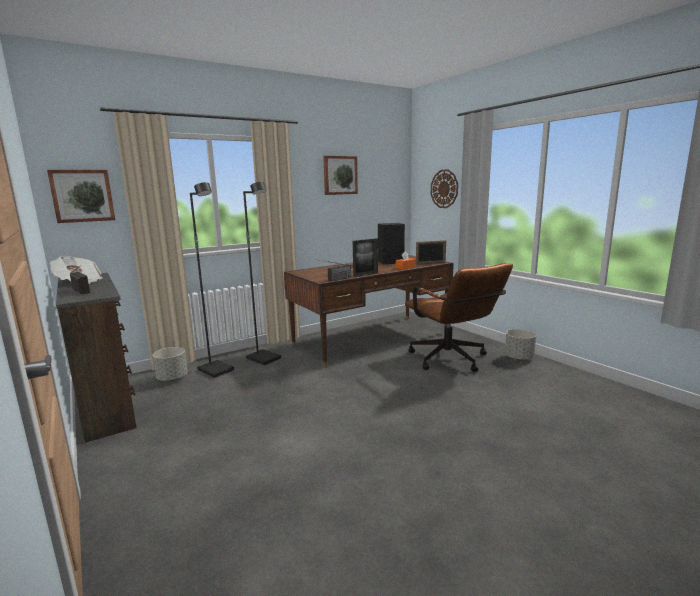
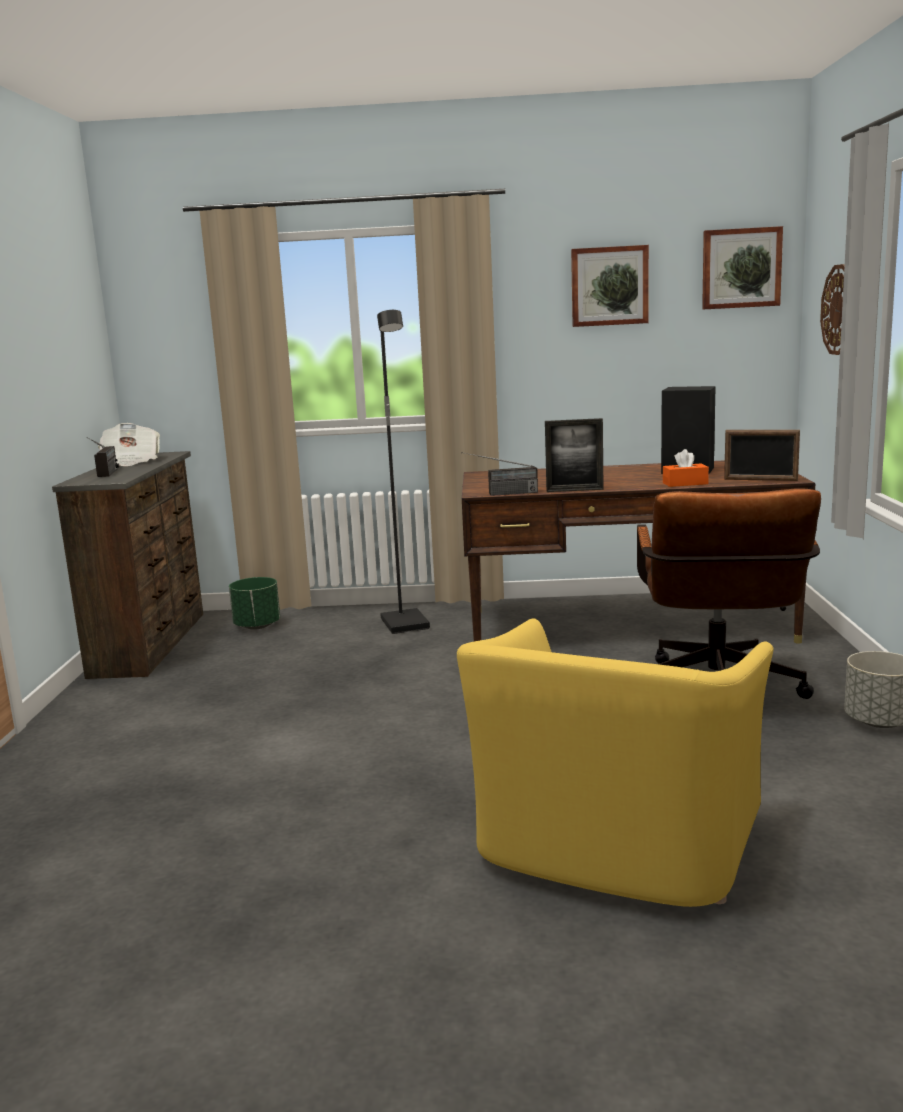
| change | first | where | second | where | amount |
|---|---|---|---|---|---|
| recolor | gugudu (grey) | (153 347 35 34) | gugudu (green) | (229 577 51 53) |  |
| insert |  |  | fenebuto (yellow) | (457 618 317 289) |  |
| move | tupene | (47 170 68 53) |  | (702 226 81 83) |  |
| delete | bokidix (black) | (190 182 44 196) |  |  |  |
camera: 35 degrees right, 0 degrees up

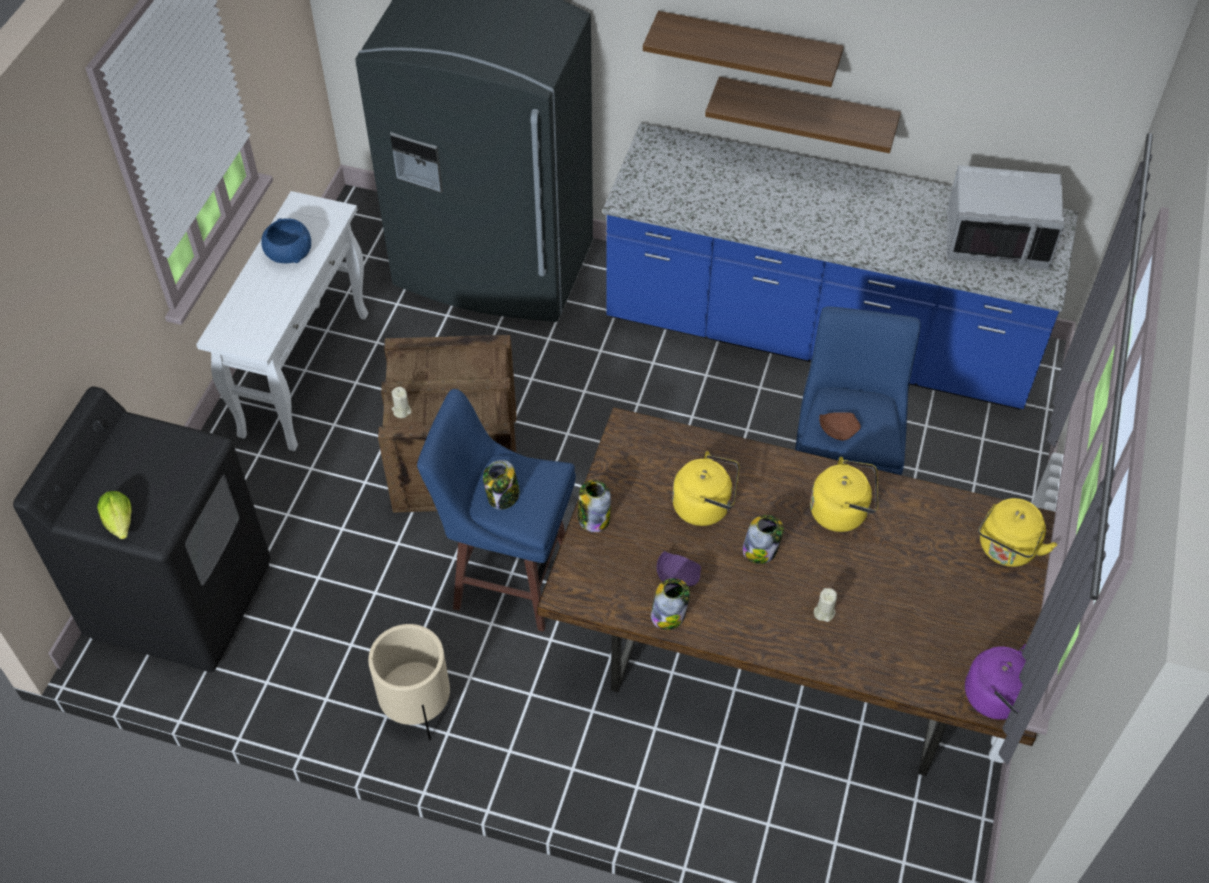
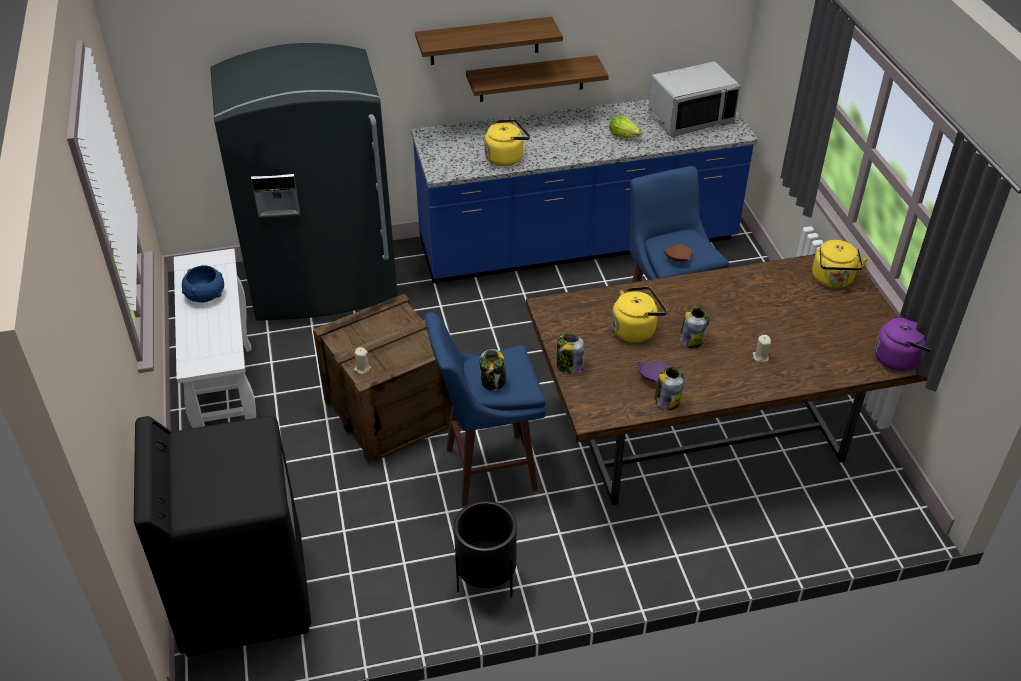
| change | first | where | second | where | amount |
|---|---|---|---|---|---|
| recolor | gugudu (beige) | (368 624 82 116) | gugudu (black) | (454 501 63 96) |  |
| move | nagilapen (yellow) | (810 457 68 75) |  | (484 119 46 47) |  |
| move | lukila | (97 491 35 48) |  | (609 115 32 23) |  |
camera: 30 degrees left, 10 degrees down

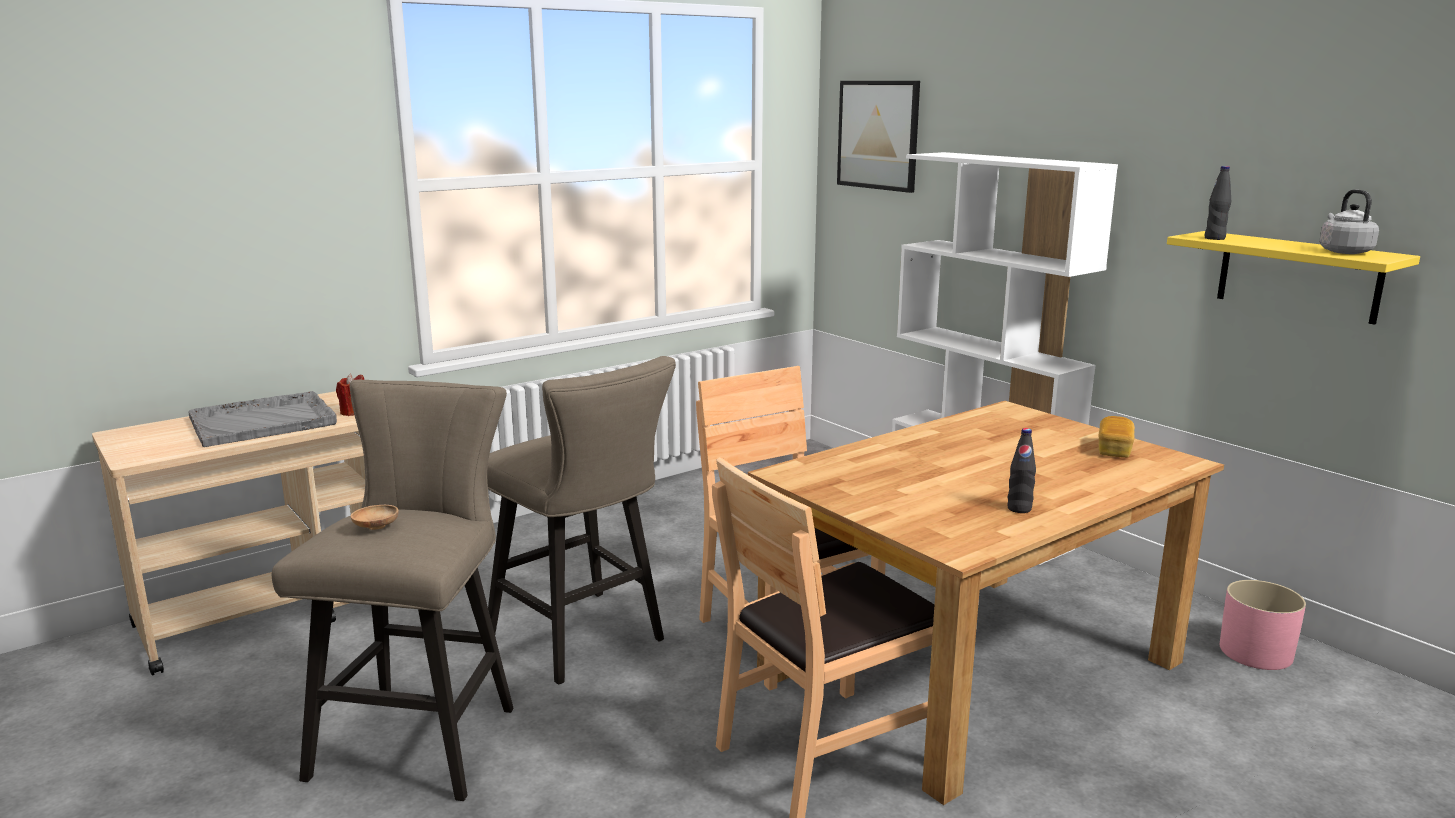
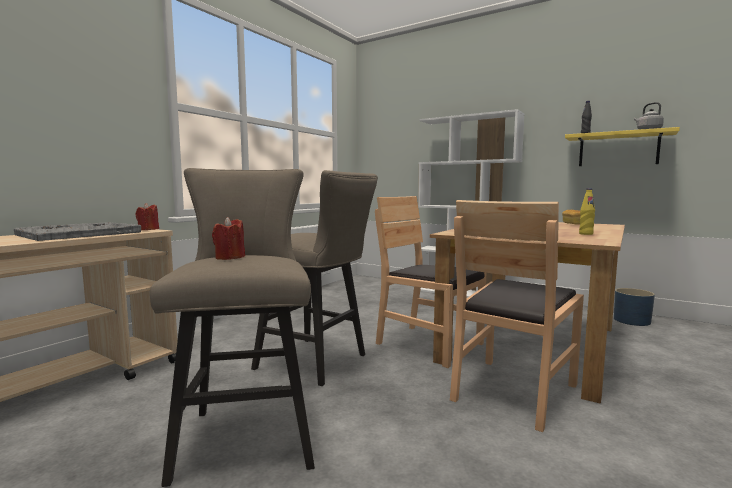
| change | first | where | second | where | amount |
|---|---|---|---|---|---|
| replace | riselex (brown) | (350 505 48 25) | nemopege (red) | (212 217 33 43) |  |
| recolor | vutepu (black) | (1007 428 29 85) | vutepu (yellow) | (579 188 16 47) |  |
| recolor | gugudu (pink) | (1220 580 86 90) | gugudu (blue) | (614 288 41 38) |  |
| delete | tupene | (837 81 83 112) |  |  |  |
camera: 20 degrees left, 10 degrees down

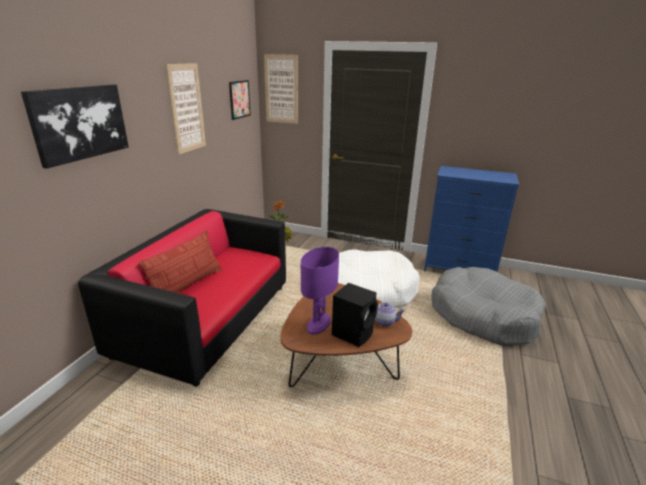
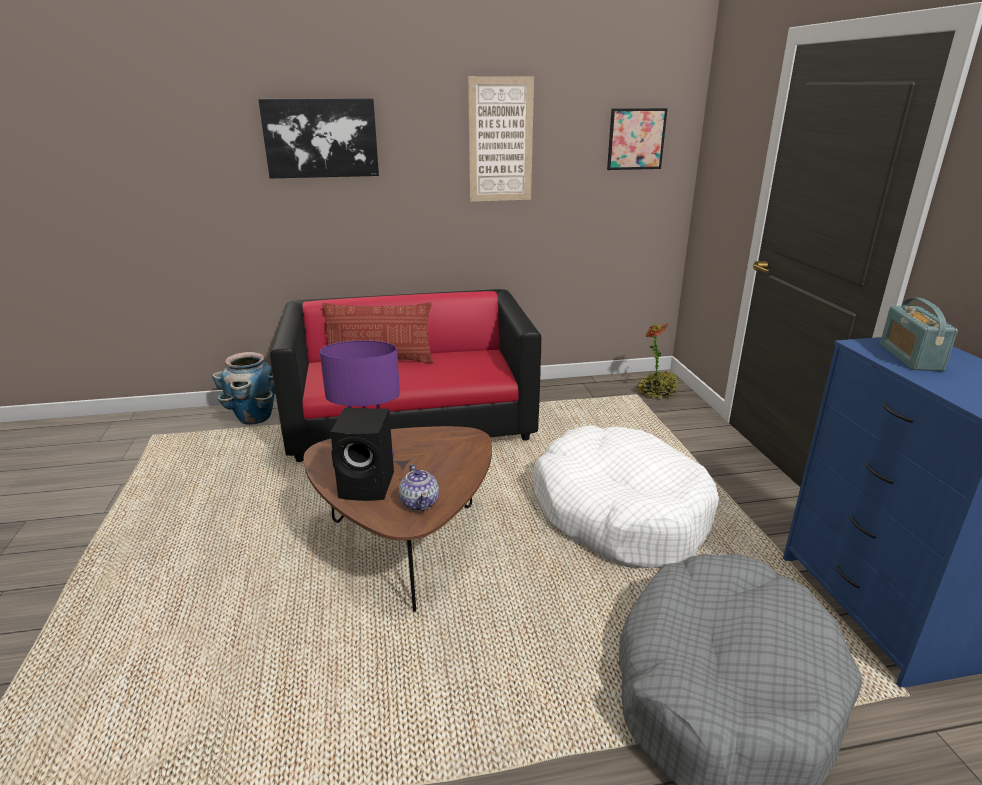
| change | first | where | second | where | amount |
|---|---|---|---|---|---|
| insert |  |  | gugudu | (212 352 64 73) |  |
| insert |  |  | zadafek | (880 298 78 73) |  |
| delete | tupene | (264 54 34 70) |  |  |  |
camera: 60 degrees right, 0 degrees up

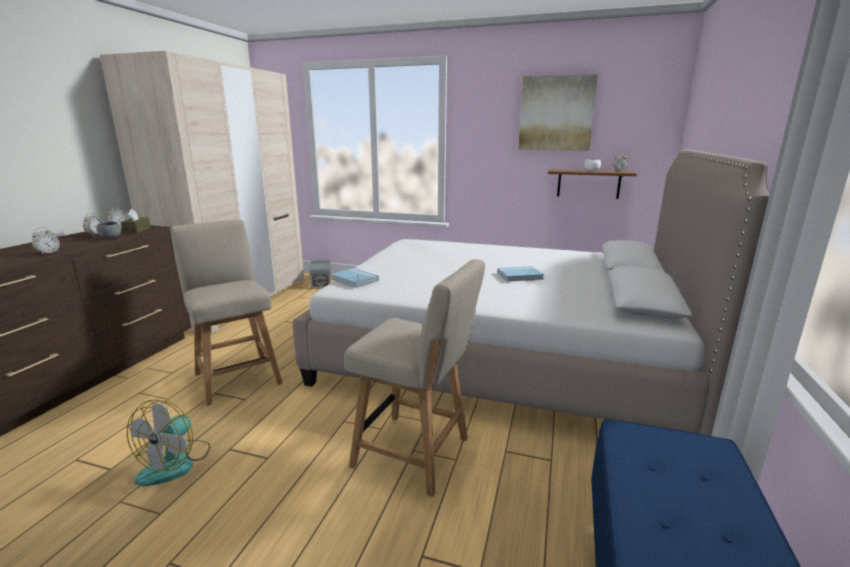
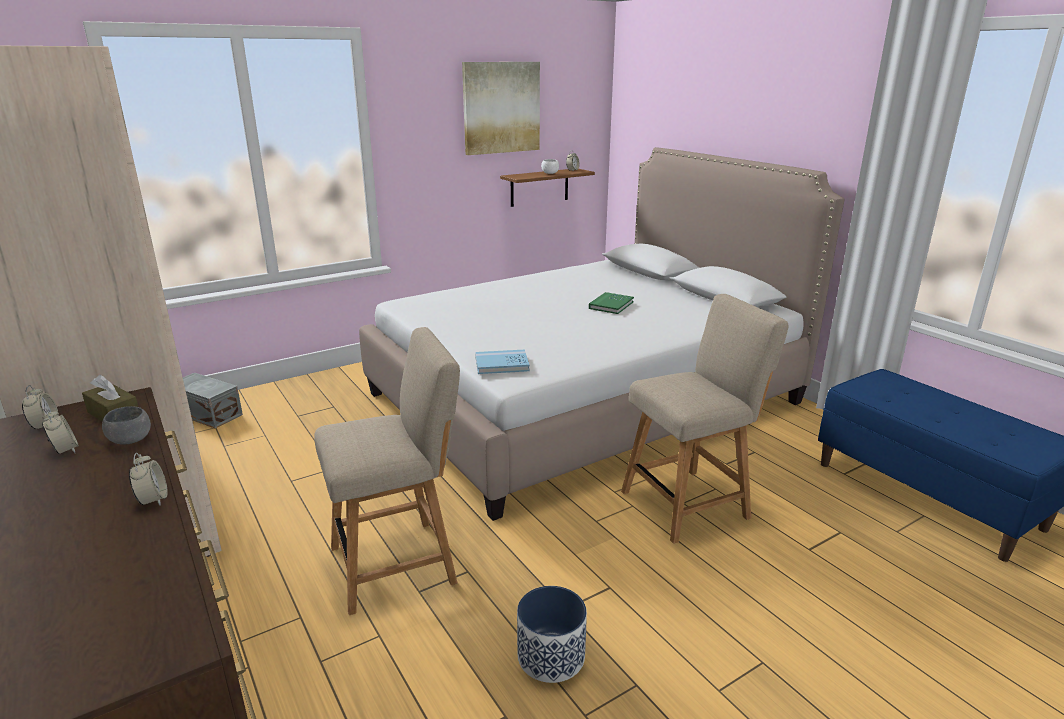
| change | first | where | second | where | amount |
|---|---|---|---|---|---|
| rotate | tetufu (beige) | (170 220 113 186) |  | (314 327 146 288) | 150 degrees clockwise |
| replace | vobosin | (127 400 83 86) | gugudu | (517 586 70 97) |  |
| recolor | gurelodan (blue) | (498 266 46 16) | gurelodan (green) | (589 292 45 22) |  |
camera: 50 degrees left, 5 degrees up

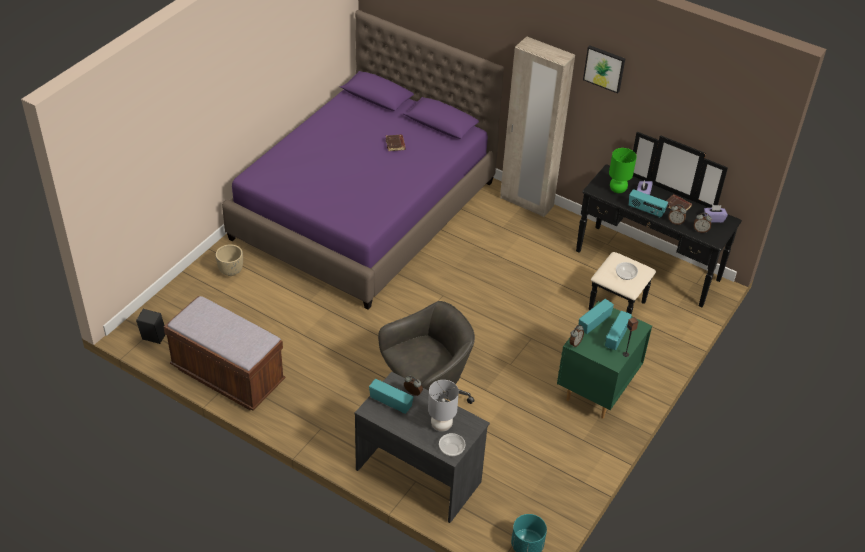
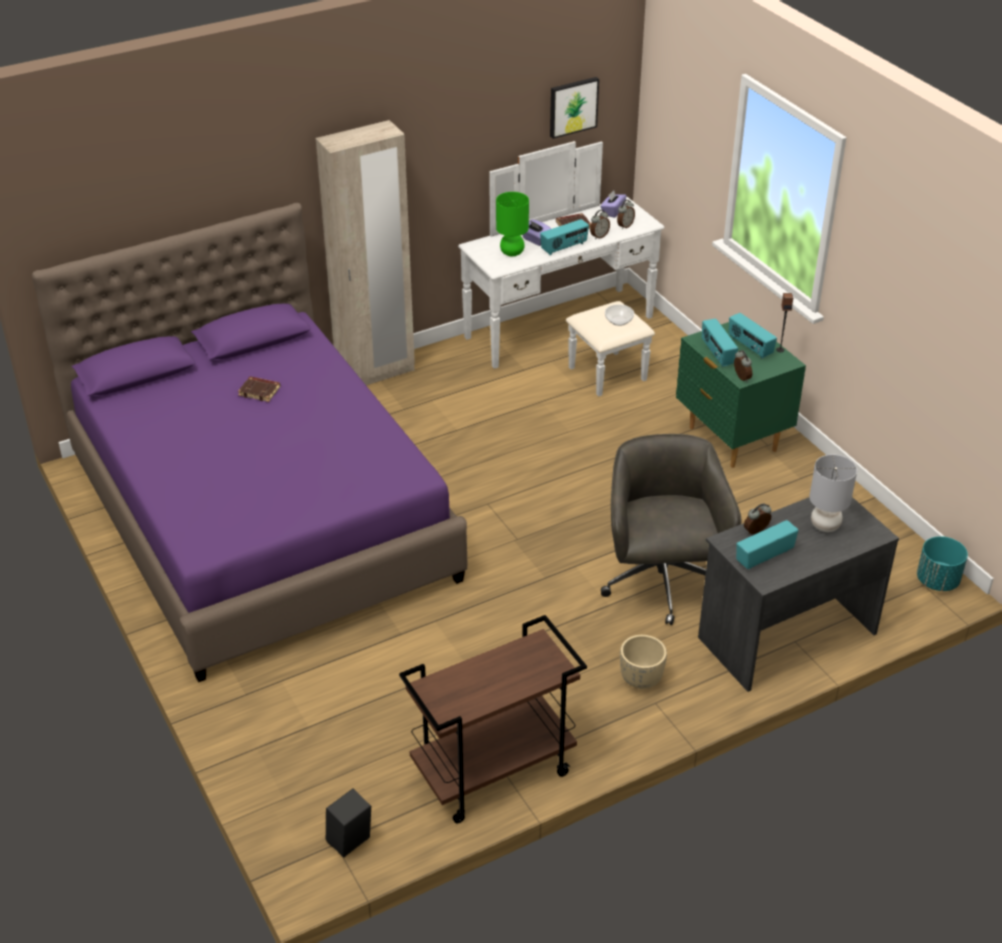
| change | first | where | second | where | amount |
|---|---|---|---|---|---|
| replace | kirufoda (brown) | (163 296 122 114) | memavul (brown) | (399 615 188 209) |  |
| recolor | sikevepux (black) | (576 132 166 182) | sikevepux (white) | (458 141 206 256) |  |
| move | tupene | (583 46 42 47) |  | (550 77 49 62) |  |
| move | gugudu (beige) | (216 244 27 32) |  | (620 635 47 54) |  |
| delete | riselex | (439 433 26 23) |  |  |  |
camera: 60 degrees left, 5 degrees down

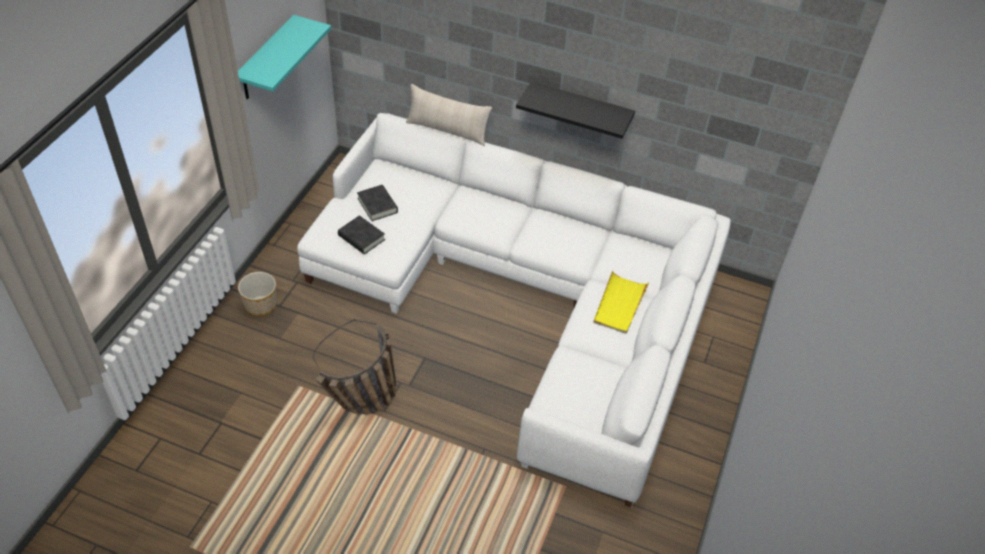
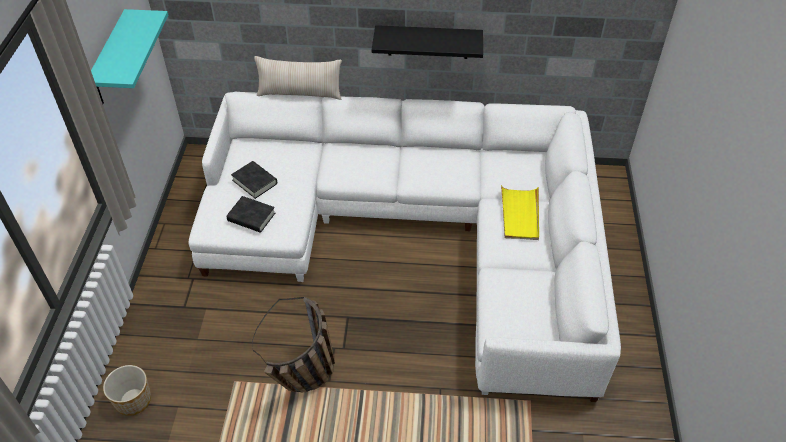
| change | first | where | second | where | amount |
|---|---|---|---|---|---|
| move | gugudu | (238 272 39 44) |  | (103 365 48 51) |  |
camera: 15 degrees left, 0 degrees up

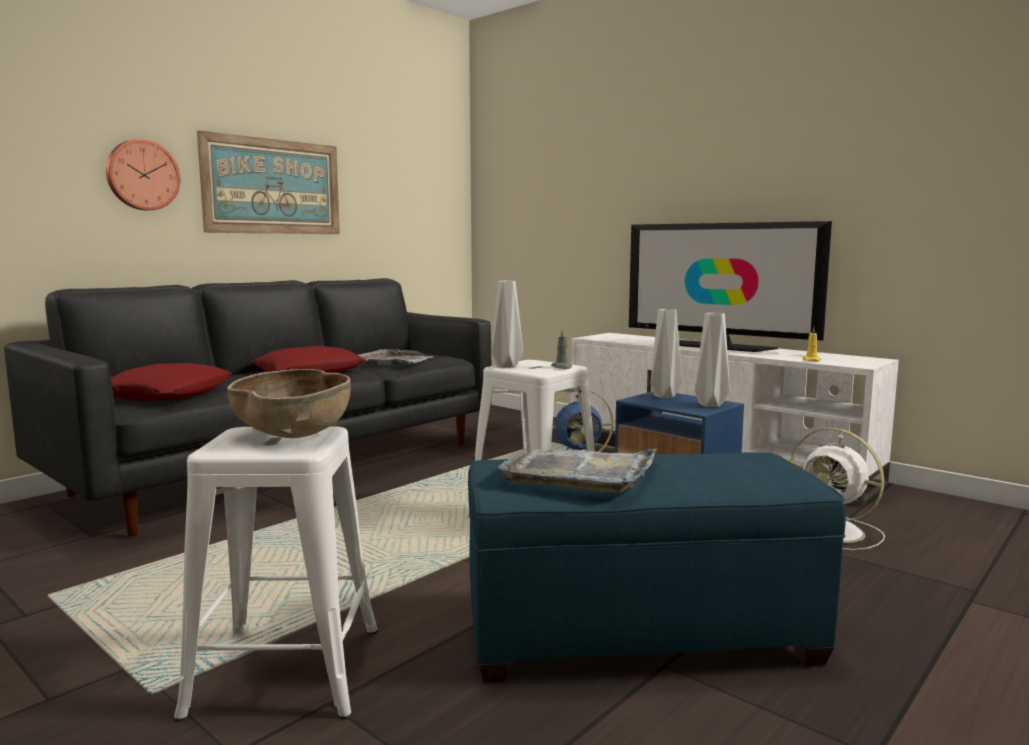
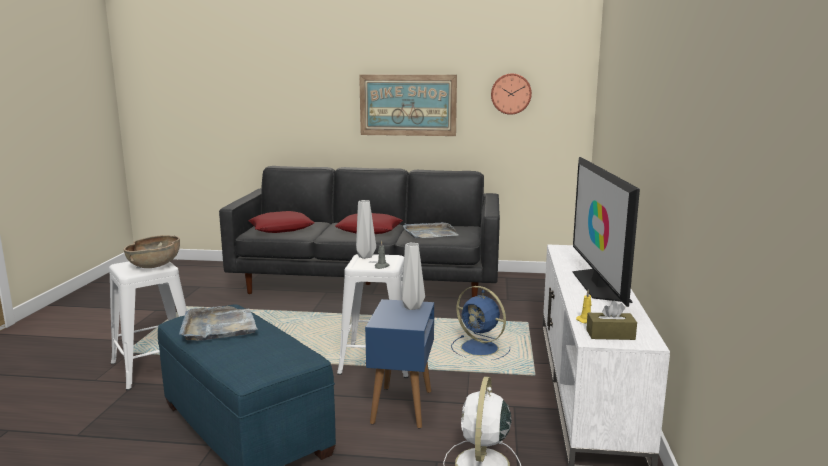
| change | first | where | second | where | amount |
|---|---|---|---|---|---|
| move | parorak | (106 139 74 71) |  | (491 73 41 42) |  |
| insert |  |  | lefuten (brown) | (586 301 51 39) |  |
| delete | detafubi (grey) | (695 313 35 94) |  |  |  |
camera: 55 degrees right, 5 degrees up

